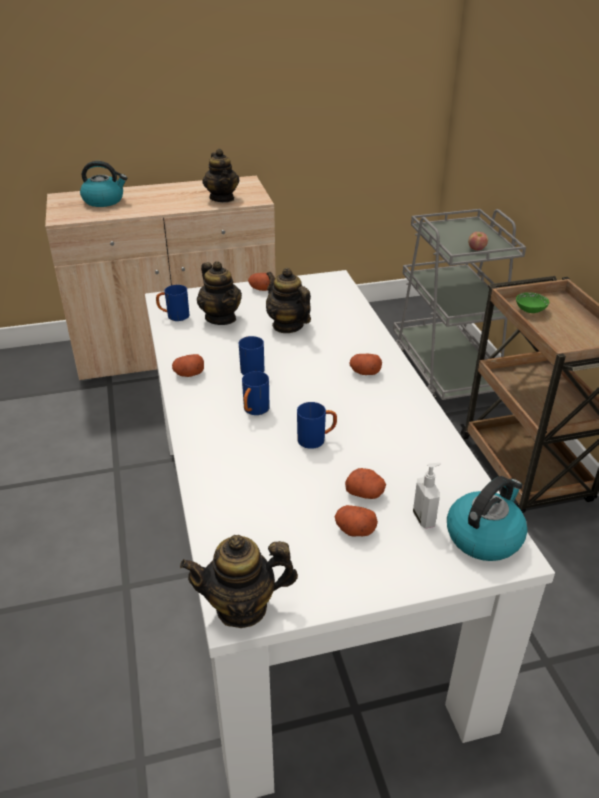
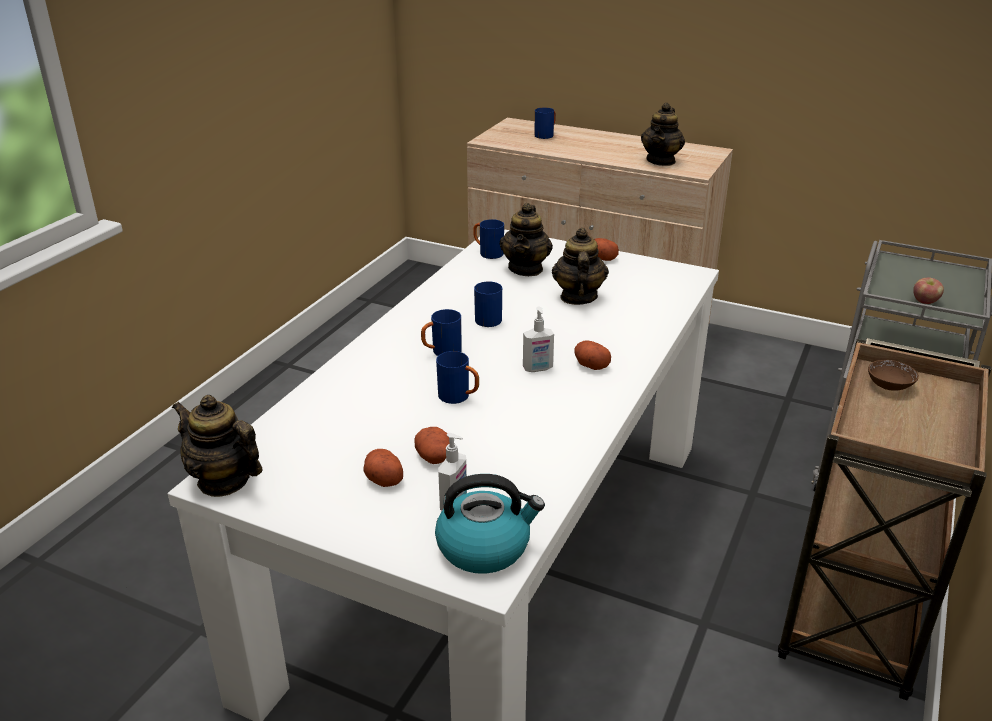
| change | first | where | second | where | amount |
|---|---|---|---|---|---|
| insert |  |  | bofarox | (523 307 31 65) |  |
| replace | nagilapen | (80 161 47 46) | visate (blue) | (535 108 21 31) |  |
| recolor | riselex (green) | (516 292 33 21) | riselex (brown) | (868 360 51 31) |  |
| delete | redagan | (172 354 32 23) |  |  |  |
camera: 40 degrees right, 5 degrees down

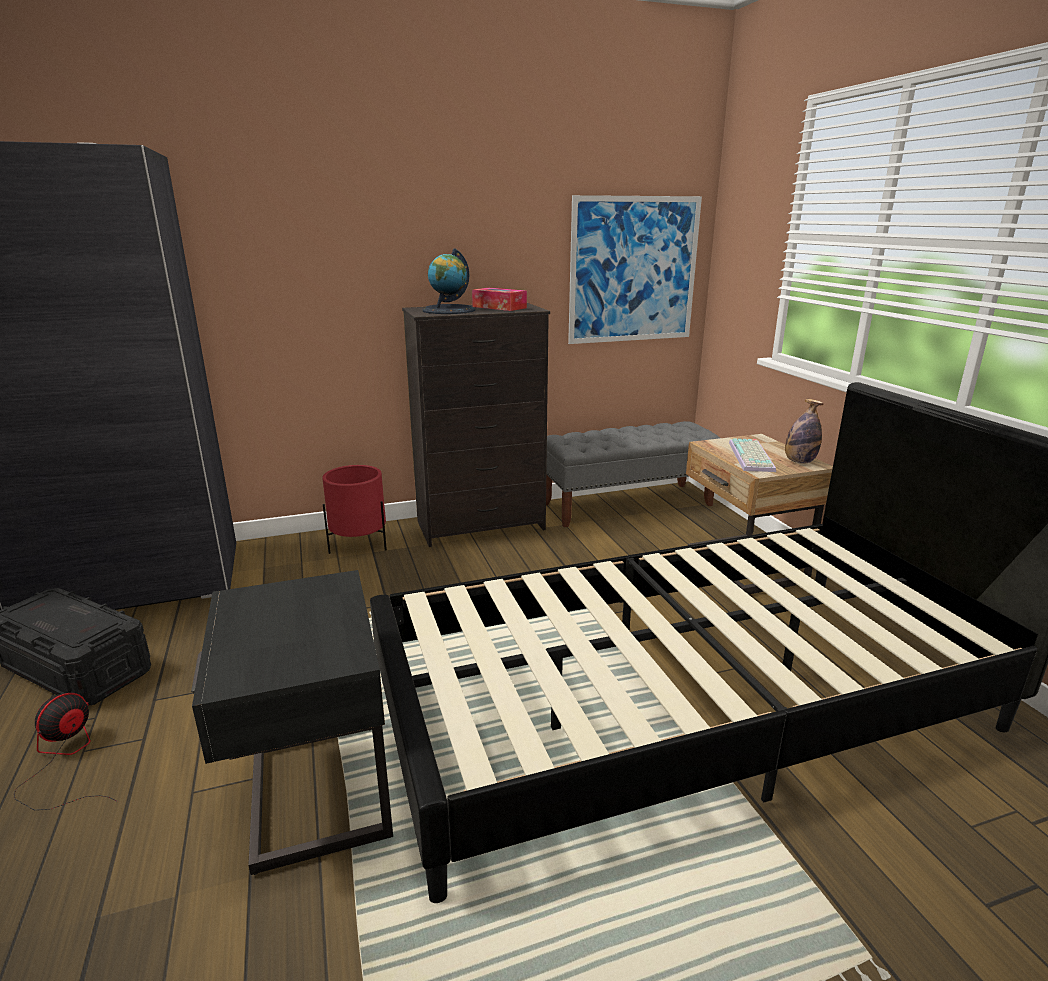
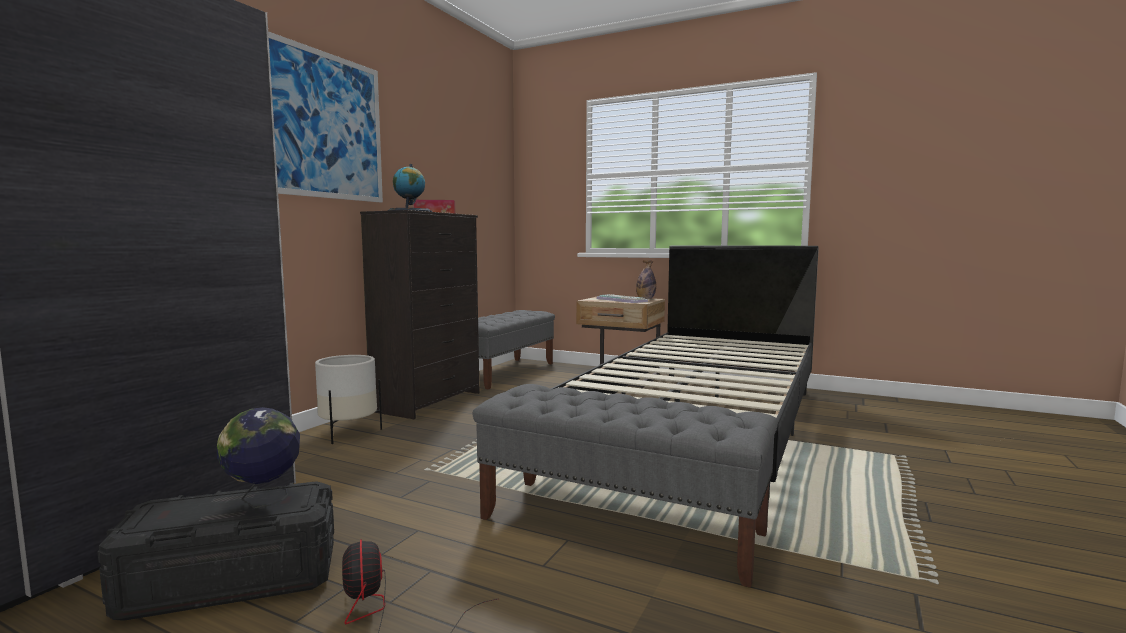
| change | first | where | second | where | amount |
|---|---|---|---|---|---|
| insert |  |  | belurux | (217 407 83 102) |  |
| move | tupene | (568 195 134 149) |  | (268 31 115 172) |  |
| recolor | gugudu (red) | (322 465 65 89) | gugudu (white) | (315 355 67 89) |  |
| replace | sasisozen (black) | (191 570 202 305) | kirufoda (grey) | (473 384 305 204) |  |
camera: 45 degrees left, 15 degrees down

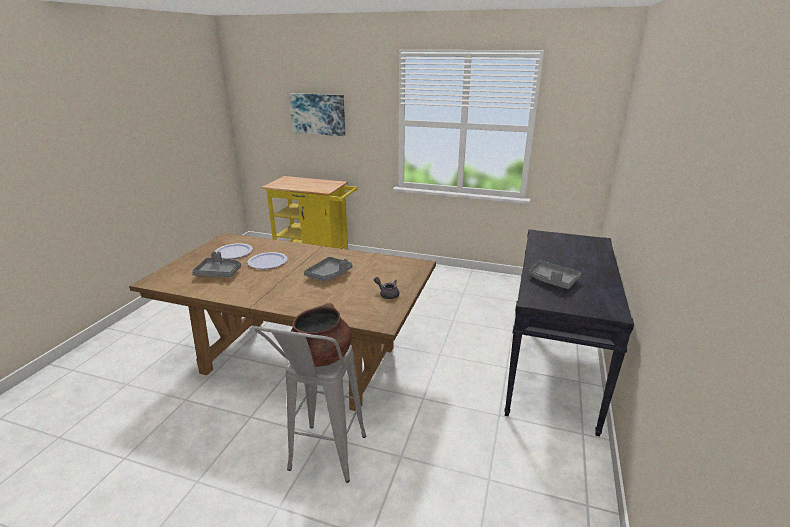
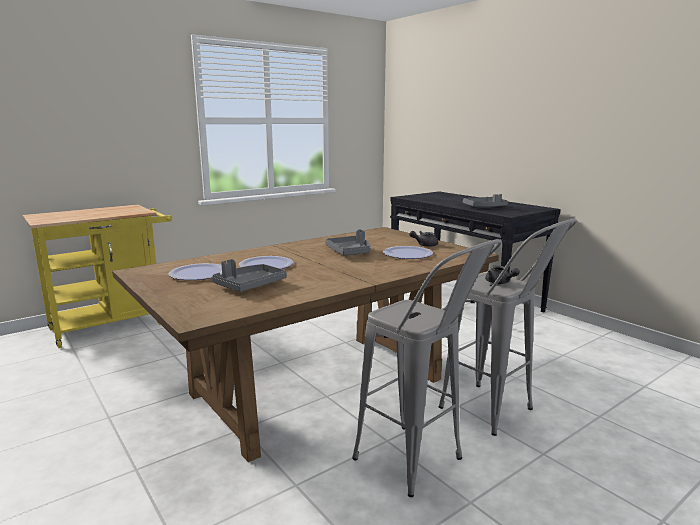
| change | first | where | second | where | amount |
|---|---|---|---|---|---|
| insert |  |  | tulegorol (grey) | (352 239 150 258) |  |
| insert |  |  | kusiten | (383 246 50 13) |  |
| replace | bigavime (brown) | (291 303 61 64) | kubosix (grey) | (485 266 35 18) |  |
| delete | tupene | (289 93 56 43) |  |  |  |
camera: 55 degrees left, 10 degrees down

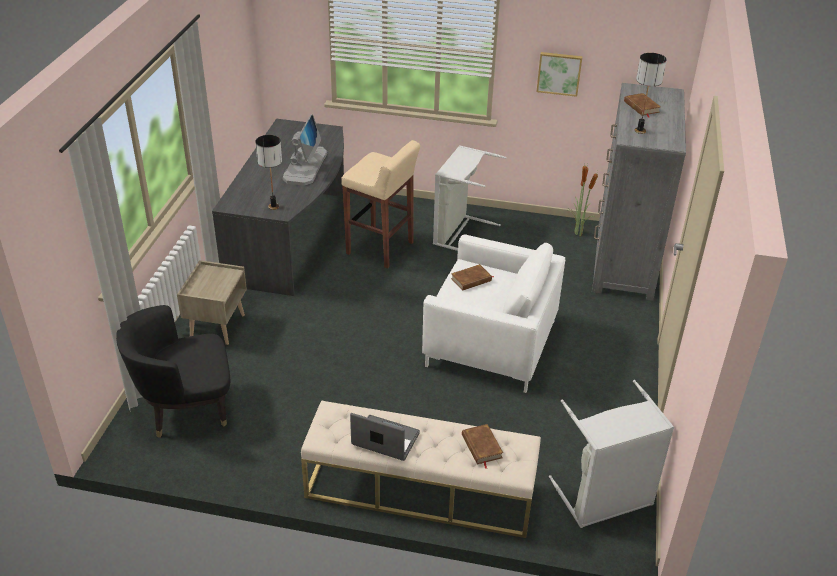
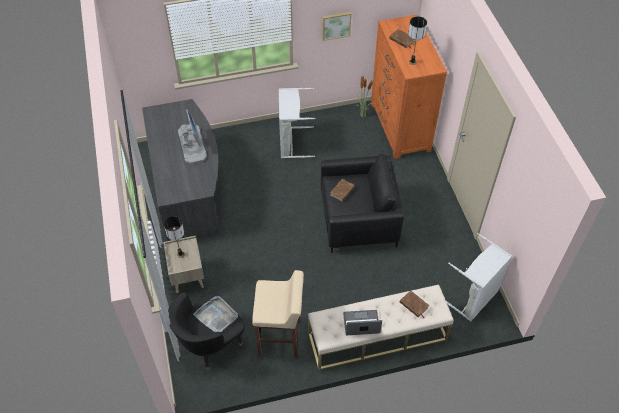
| change | first | where | second | where | amount |
|---|---|---|---|---|---|
| move | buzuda | (255 135 27 75) |  | (164 216 21 42) |  |
| insert |  |  | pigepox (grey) | (193 296 45 36) |  |
| move | tulegorol (beige) | (341 140 79 128) |  | (252 270 52 88) |  |
| recolor | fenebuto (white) | (422 234 143 159) | fenebuto (black) | (320 154 84 99) |  |
| recolor | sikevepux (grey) | (592 83 94 218) | sikevepux (orange) | (371 15 76 144) |  |
camera: 25 degrees left, 15 degrees up

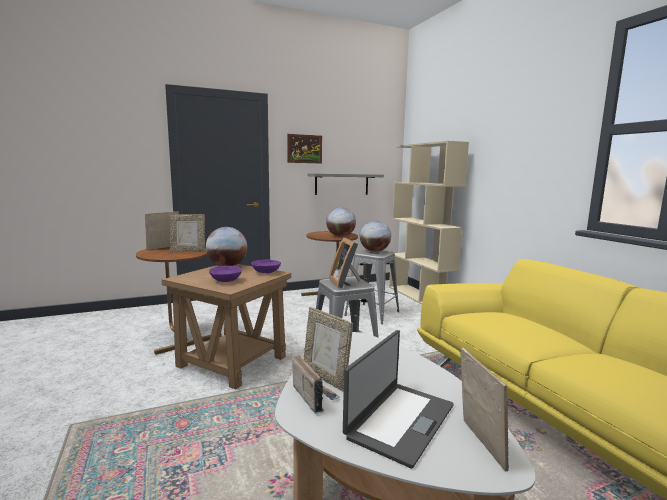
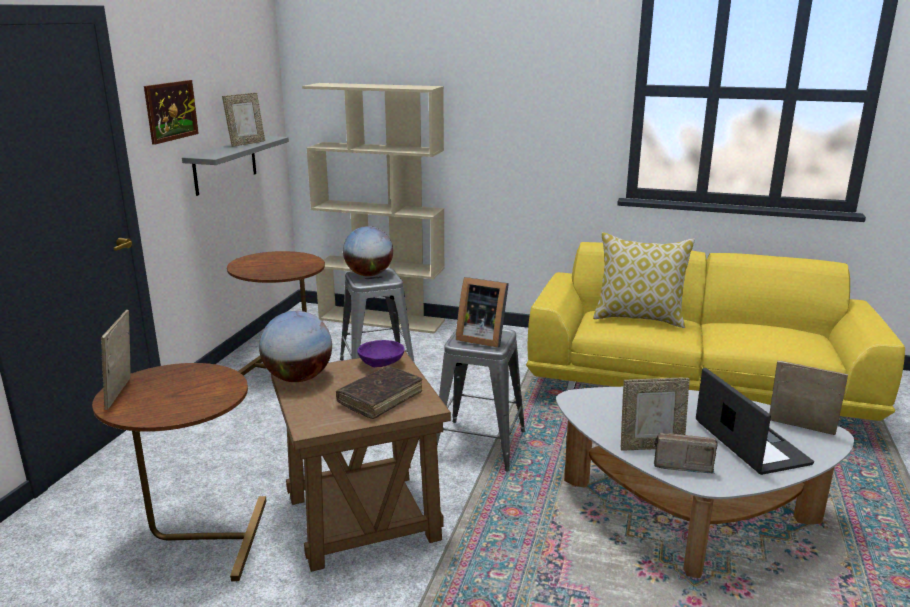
| change | first | where | second | where | amount |
|---|---|---|---|---|---|
| move | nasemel | (170 214 35 38) |  | (222 93 43 54) |  |
| replace | riselex (purple) | (209 266 33 16) | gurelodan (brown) | (336 367 87 52) |  |
| insert |  |  | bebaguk | (593 232 102 96) |  |
| delete | belurux | (326 207 30 30) |  |  |  |
camera: 50 degrees left, 10 degrees up

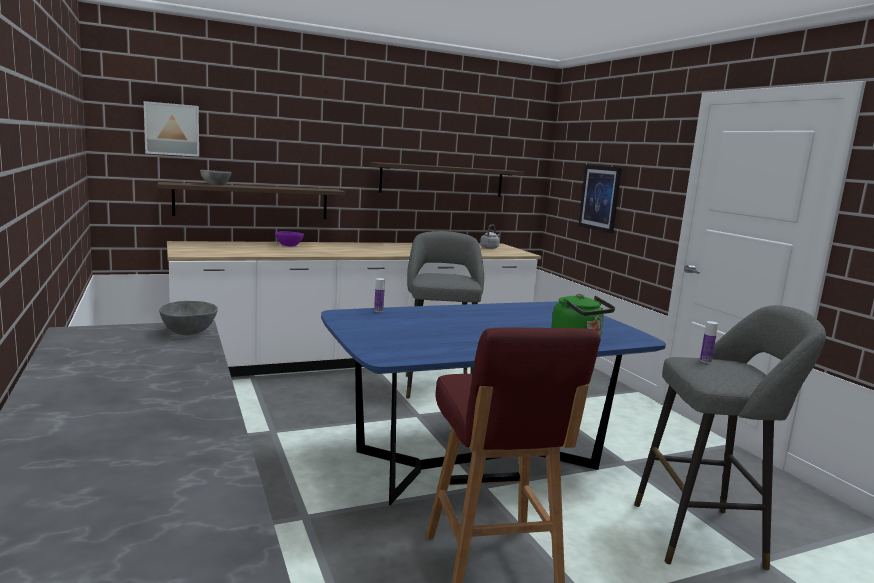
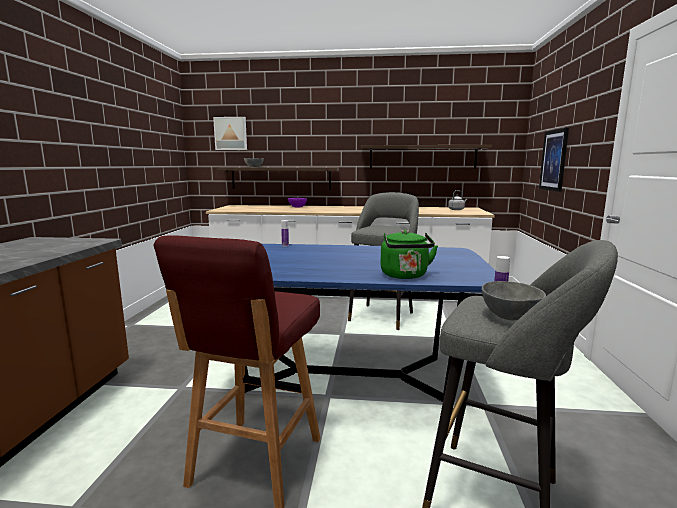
| change | first | where | second | where | amount |
|---|---|---|---|---|---|
| move | riselex (grey) | (159 301 59 34) |  | (482 281 64 39) |  |
camera: 30 degrees right, 0 degrees up

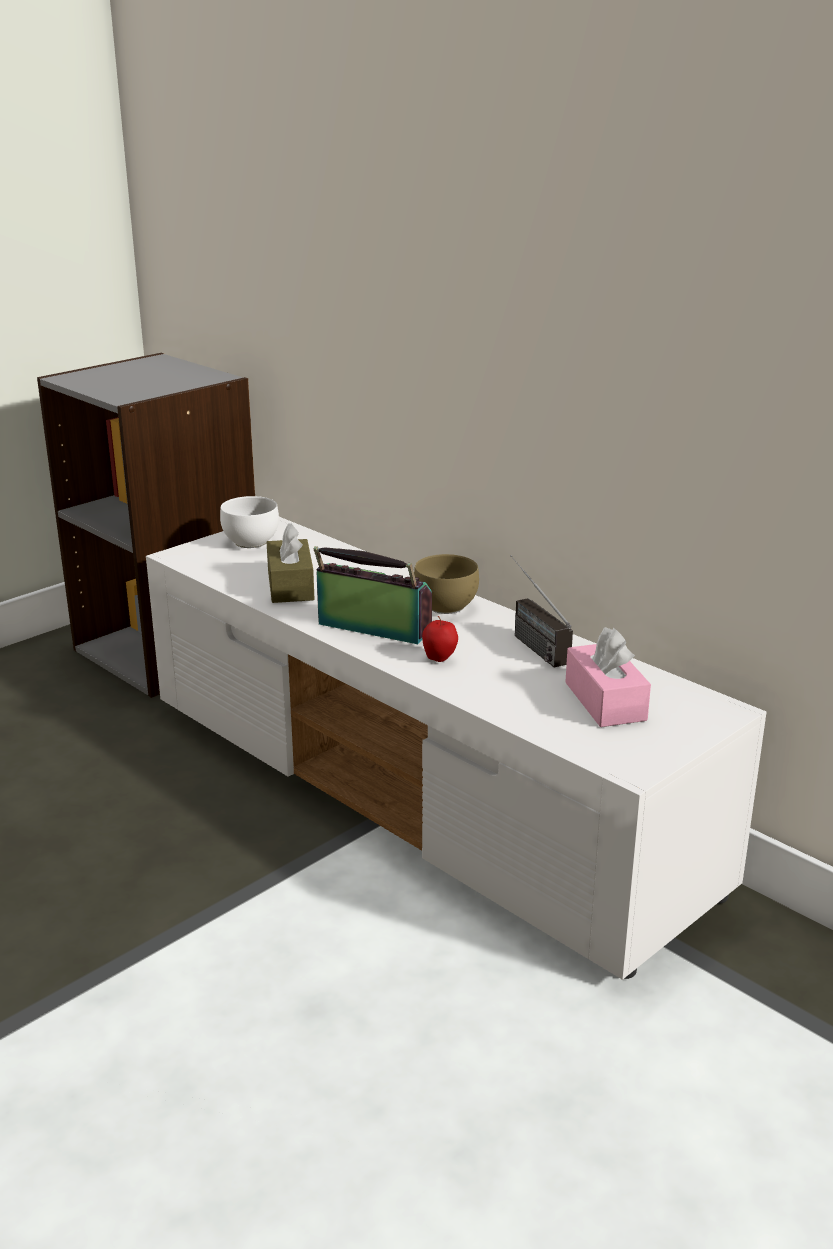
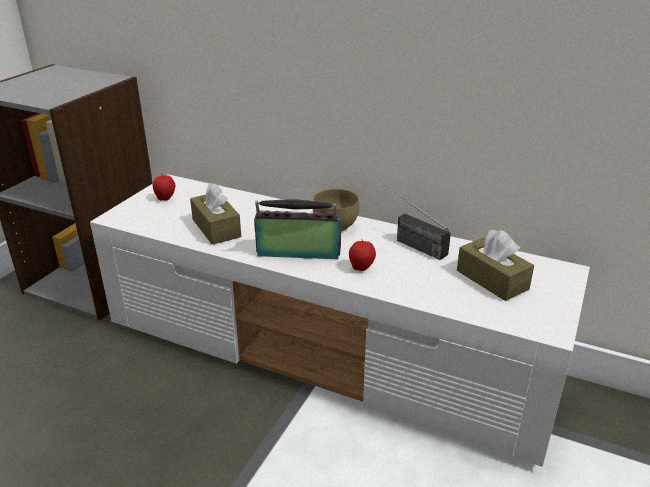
| change | first | where | second | where | amount |
|---|---|---|---|---|---|
| replace | riselex (white) | (220 496 59 52) | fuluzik | (153 173 22 27) |  |
| recolor | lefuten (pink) | (565 627 86 100) | lefuten (brown) | (457 230 77 71) |  |
camera: 20 degrees left, 5 degrees up

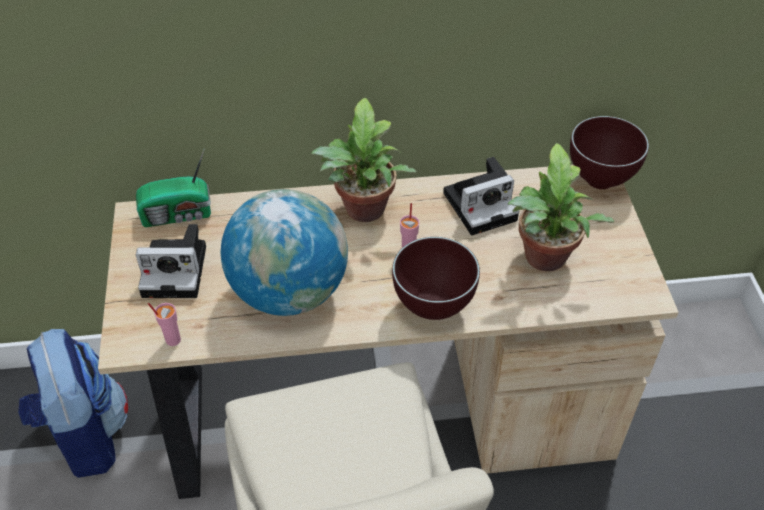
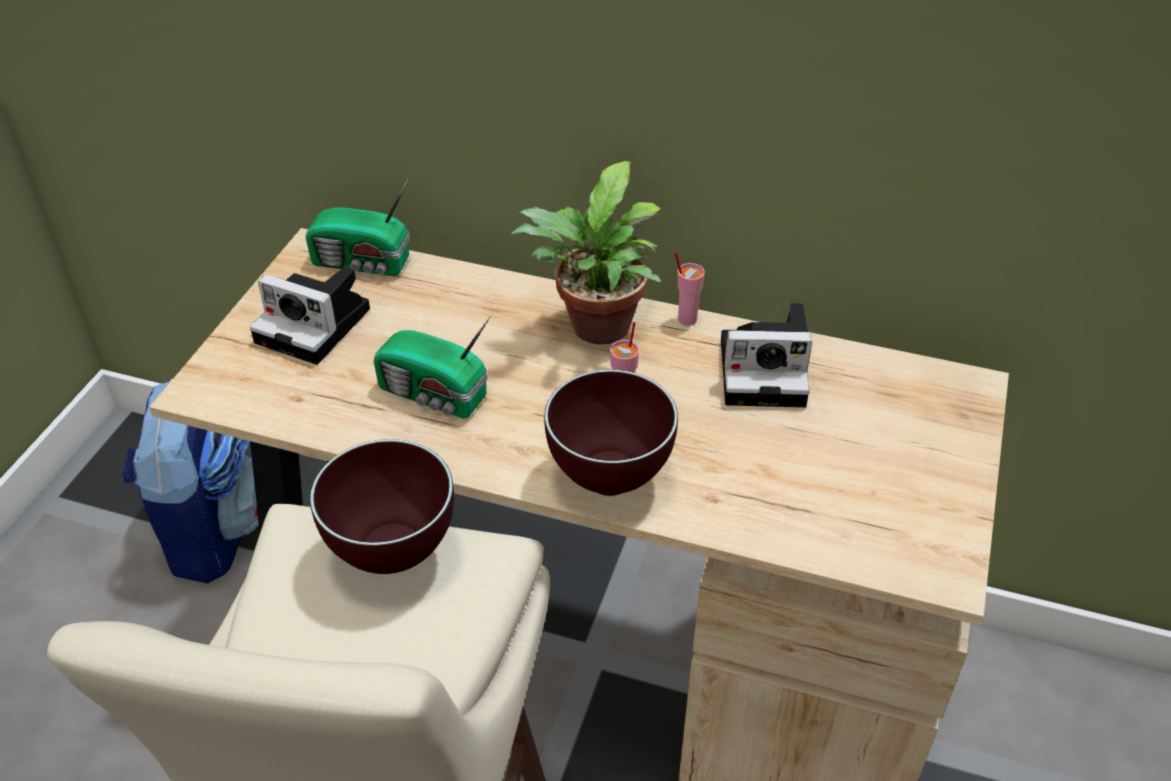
| change | first | where | second | where | amount |
|---|---|---|---|---|---|
| move | riselex (brown) | (570 116 79 73) |  | (310 439 144 135) |  |
| replace | belurux | (221 189 127 127) | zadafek | (374 316 117 103) |  |
| move | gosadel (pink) | (148 303 33 43) |  | (675 252 30 74) |  |
| delete | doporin | (508 143 106 128) |  |  |  |
camera: 25 degrees right, 5 degrees down

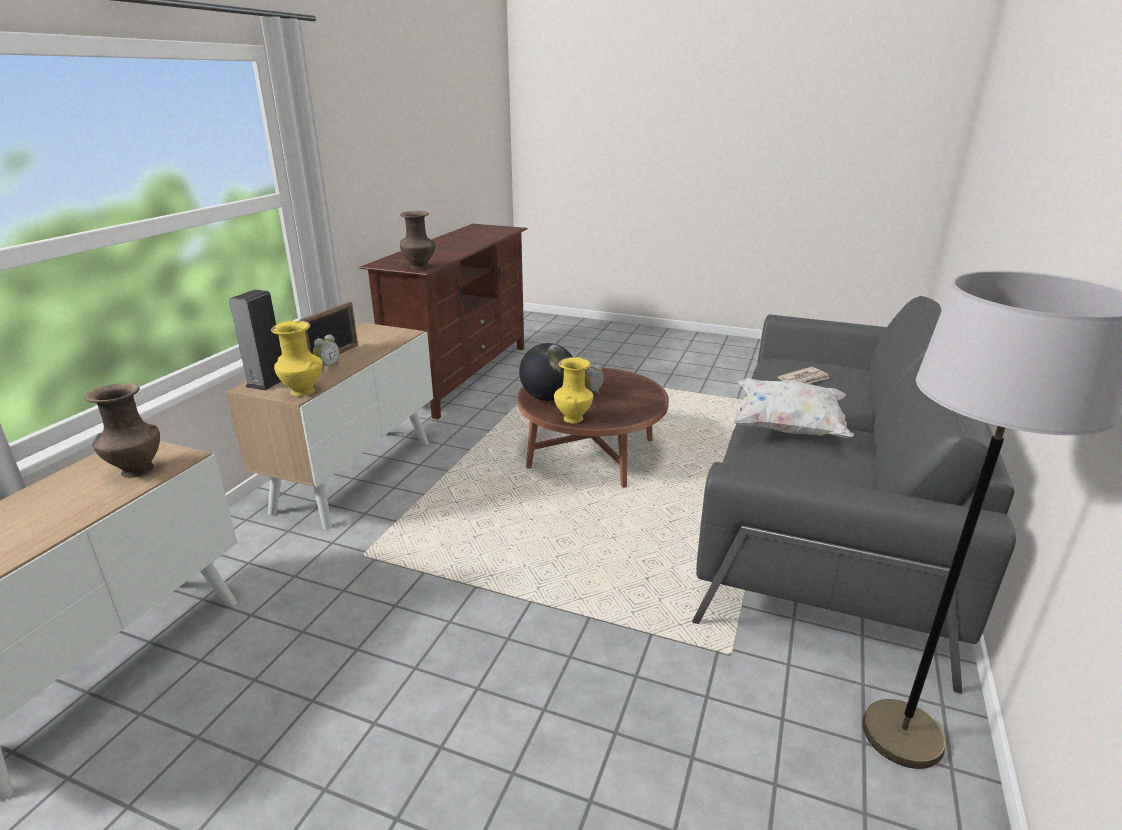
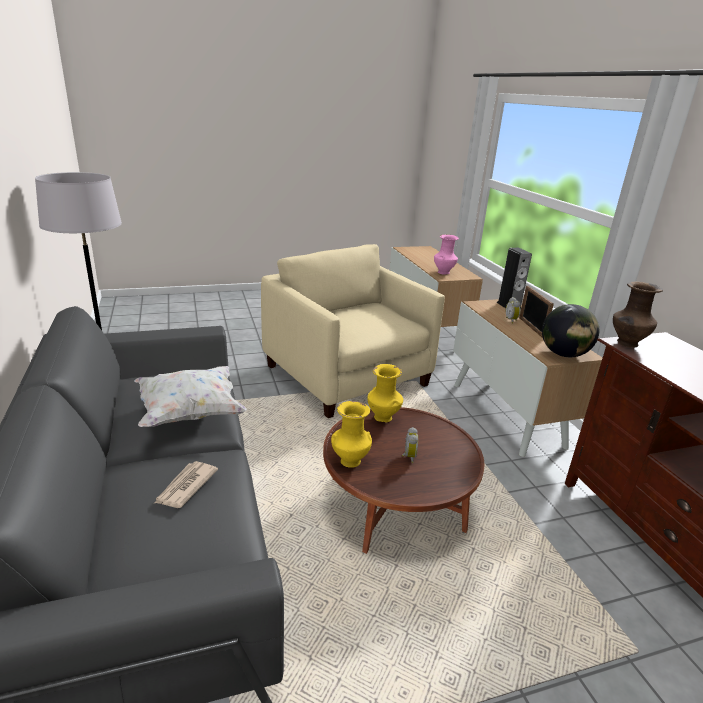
| change | first | where | second | where | amount |
|---|---|---|---|---|---|
| insert |  |  | fenebuto (beige) | (261 244 184 174) |  |
| move | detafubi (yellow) | (271 321 52 75) |  | (331 401 41 67) |  |
| recolor | detafubi (brown) | (85 383 75 95) | detafubi (pink) | (434 234 25 40) |  |
| move | belurux | (519 343 53 58) |  | (542 304 57 53) |  |
camera: 140 degrees right, 0 degrees up

